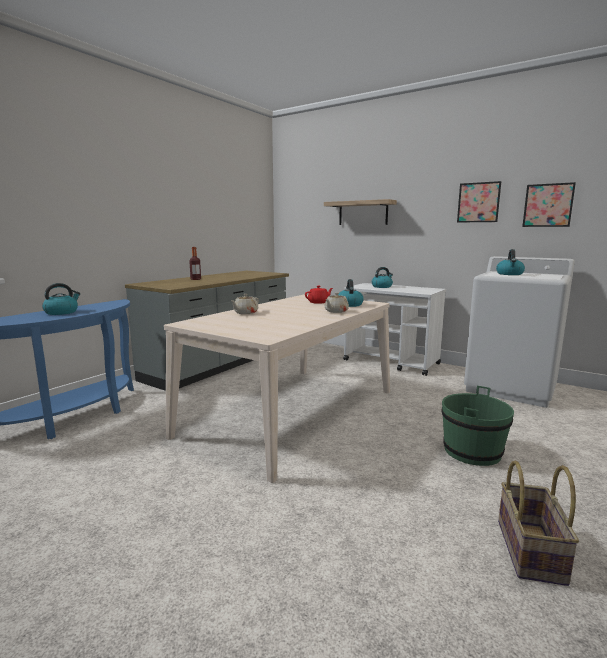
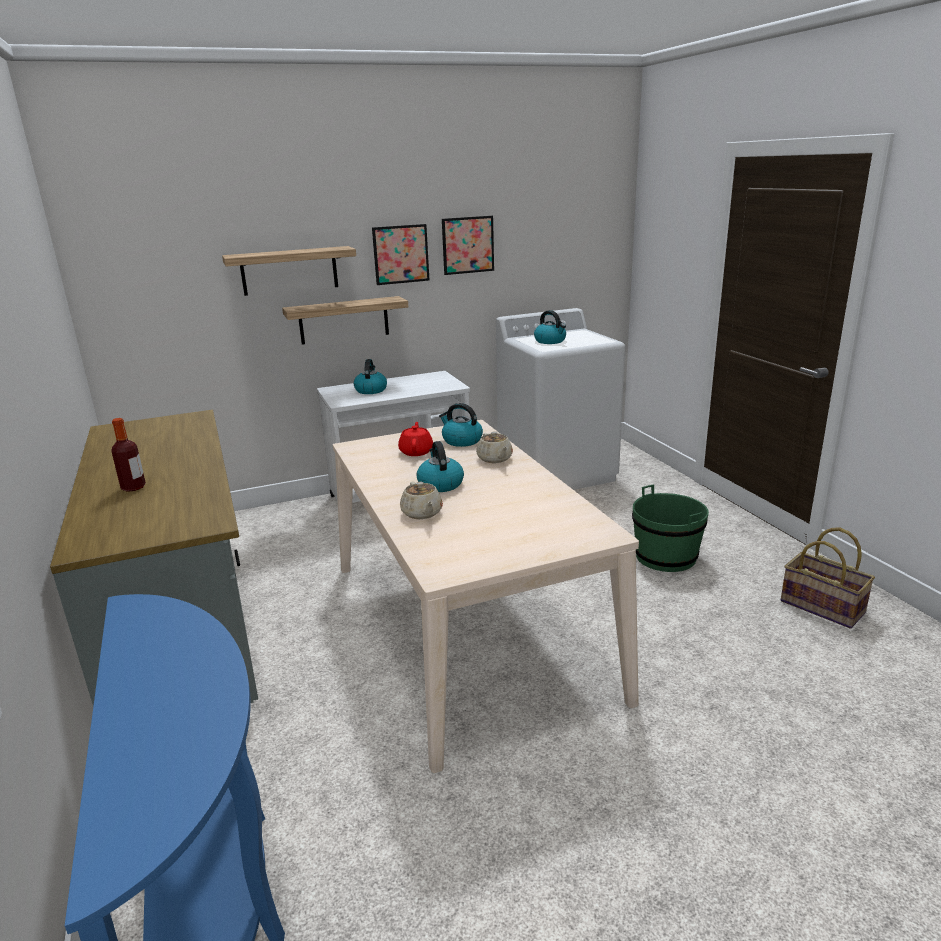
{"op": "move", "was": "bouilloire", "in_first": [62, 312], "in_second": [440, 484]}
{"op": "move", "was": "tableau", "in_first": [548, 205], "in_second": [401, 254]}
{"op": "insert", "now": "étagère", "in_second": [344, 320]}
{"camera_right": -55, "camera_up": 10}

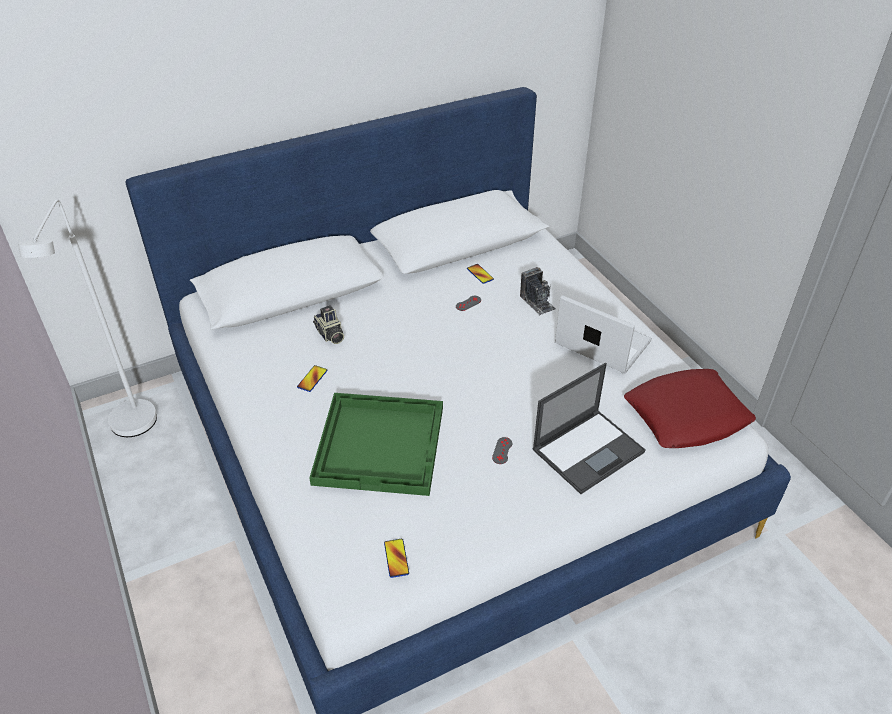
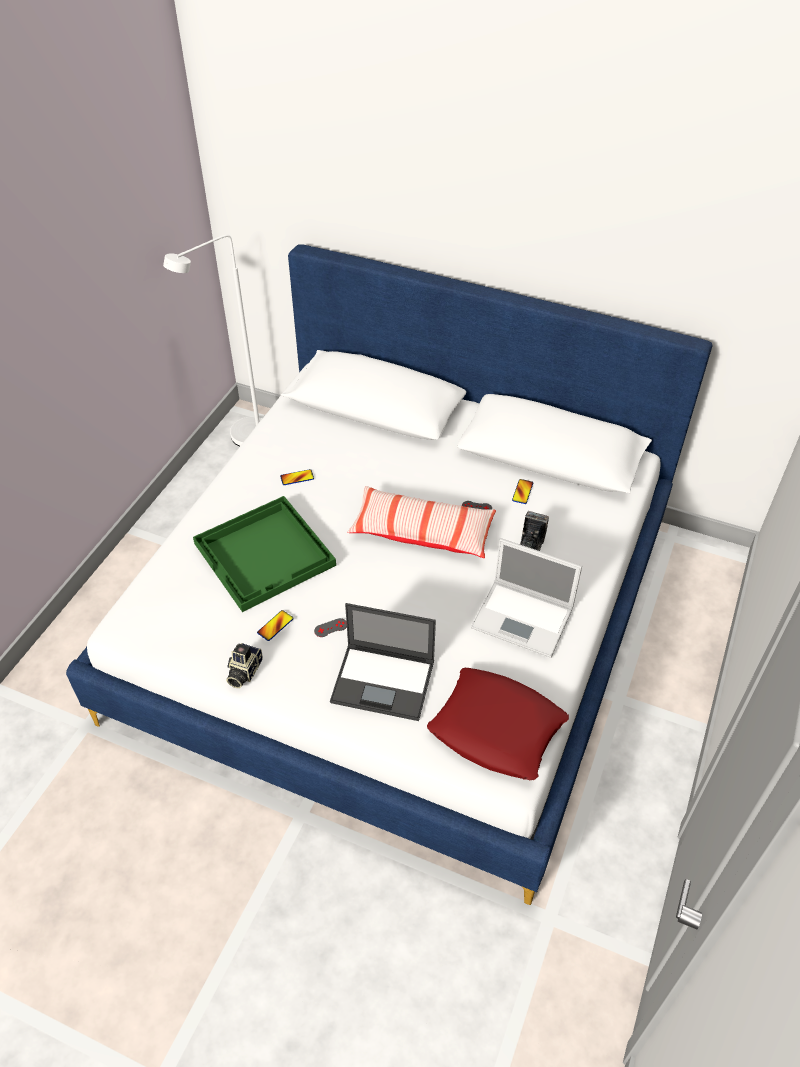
{"op": "move", "was": "appareil photo", "in_first": [330, 335], "in_second": [243, 672]}
{"op": "move", "was": "téléphone", "in_first": [396, 558], "in_second": [275, 626]}
{"op": "rotate", "was": "ordinateur portable", "in_first": [600, 342], "in_second": [524, 618], "clockwise": 120}
{"op": "insert", "now": "coussin", "in_second": [422, 532]}
{"camera_right": 50, "camera_up": 5}

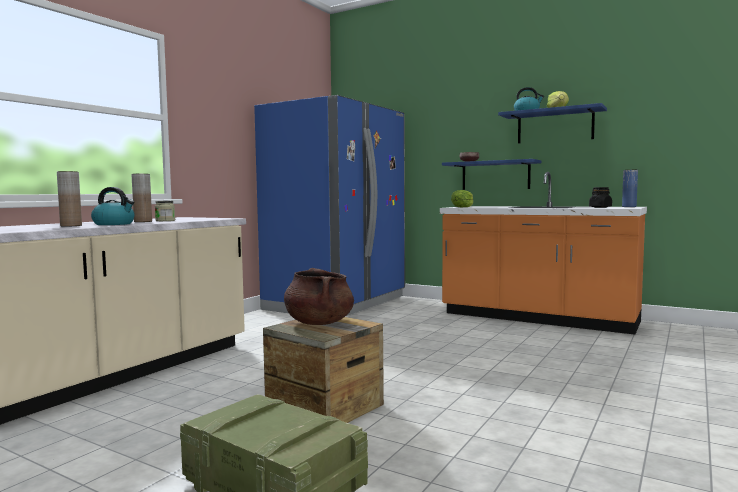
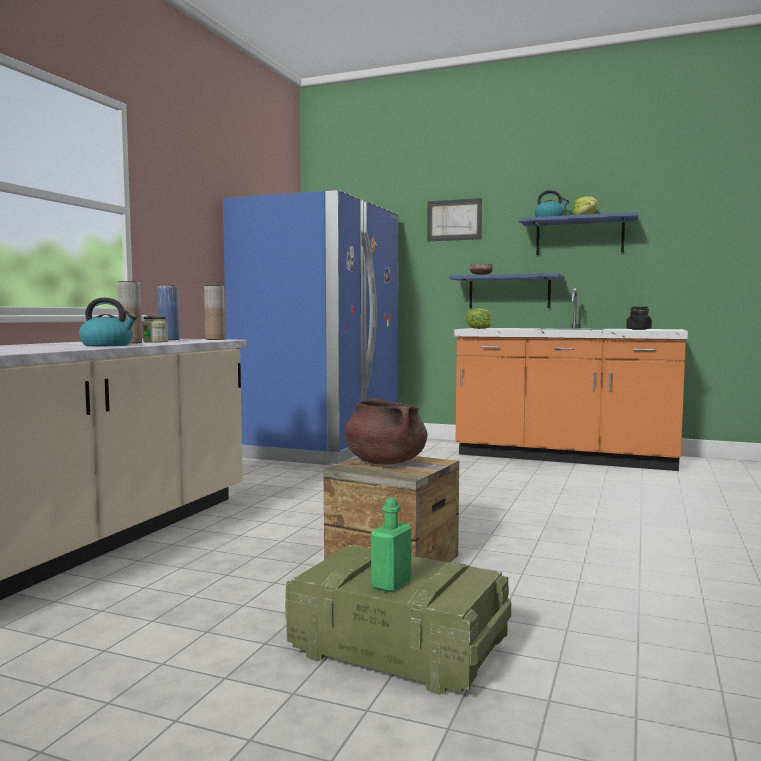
{"op": "move", "was": "vase [marron]", "in_first": [71, 226], "in_second": [215, 339]}
{"op": "move", "was": "vase [bleu]", "in_first": [629, 207], "in_second": [169, 340]}
{"op": "insert", "now": "bouteille [vert]", "in_second": [391, 584]}
{"op": "insert", "now": "tableau", "in_second": [454, 220]}
{"camera_right": -10, "camera_up": 0}

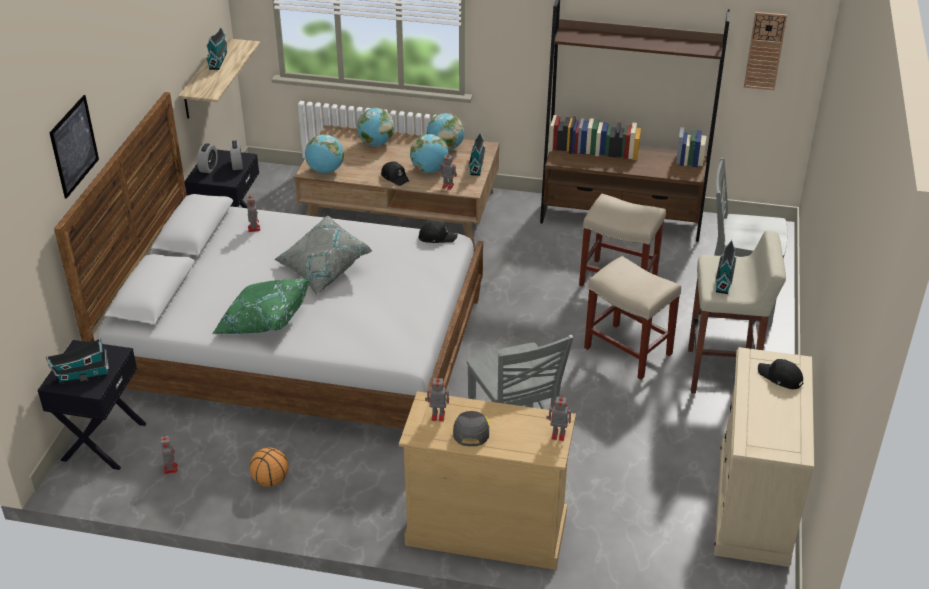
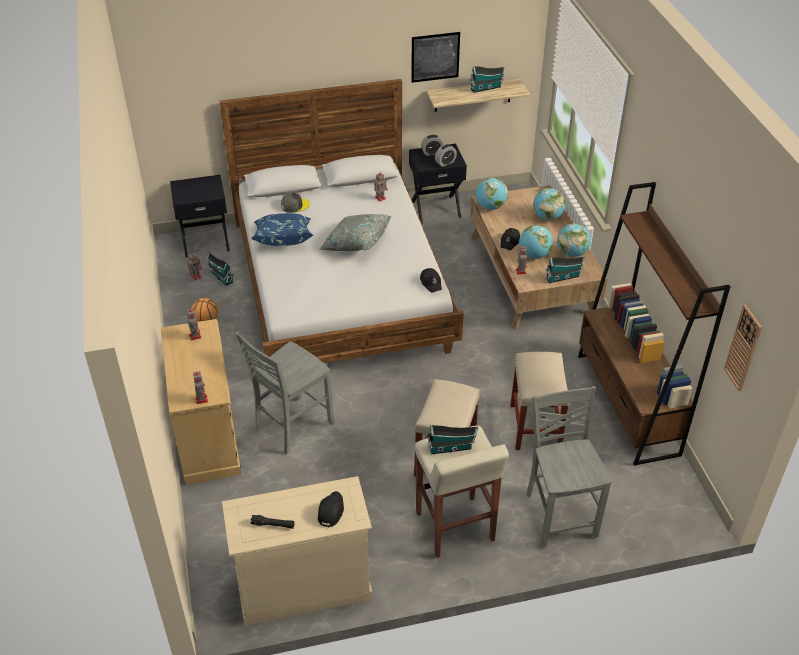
{"op": "move", "was": "maison miniature", "in_first": [81, 376], "in_second": [220, 276]}
{"op": "move", "was": "tableau", "in_first": [74, 146], "in_second": [435, 57]}
{"op": "recolor", "was": "coussin [vert]", "now": "coussin [bleu]", "in_first": [263, 321], "in_second": [283, 238]}
{"op": "move", "was": "casquette [gris]", "in_first": [471, 430], "in_second": [295, 205]}
{"op": "insert", "now": "lampe de poche [noir]", "in_second": [273, 525]}
{"camera_right": 65, "camera_up": 5}

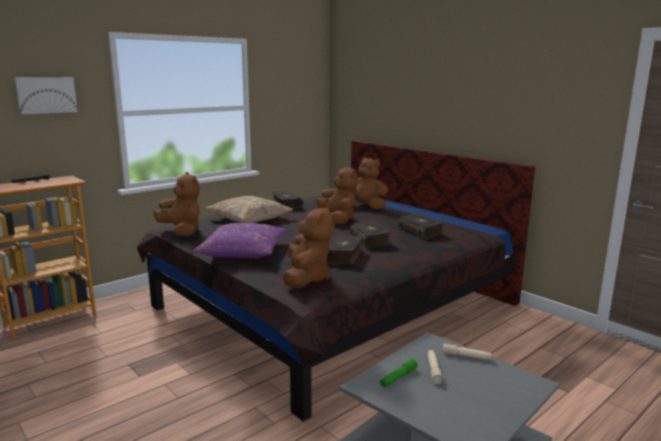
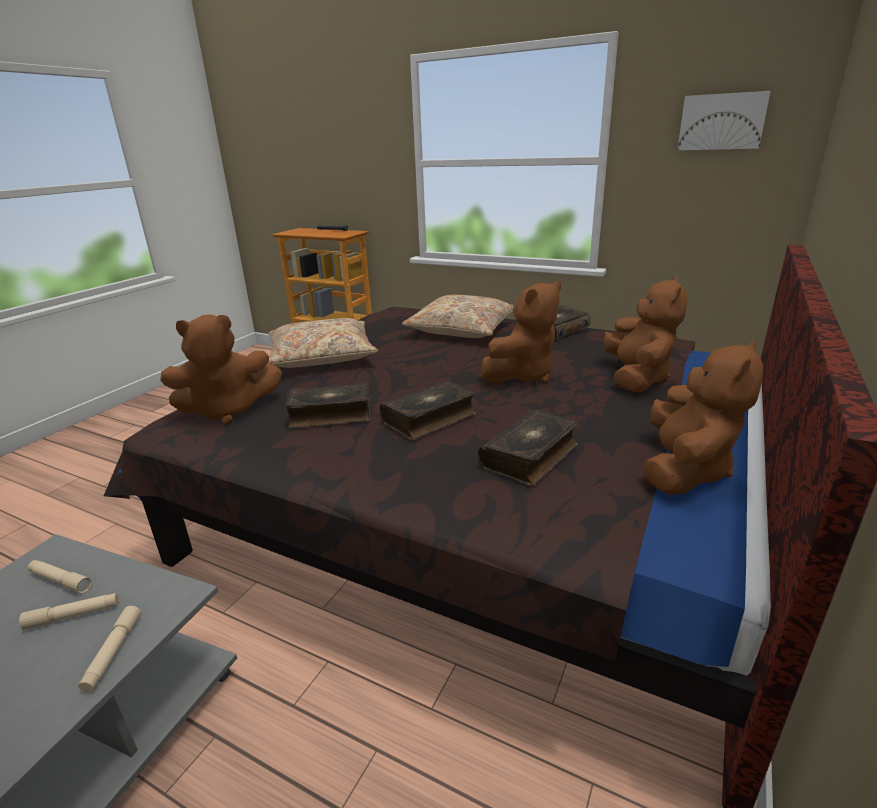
{"op": "move", "was": "tableau", "in_first": [46, 95], "in_second": [722, 122]}
{"op": "move", "was": "peluche [marron]", "in_first": [182, 231], "in_second": [684, 470]}
{"op": "recolor", "was": "coussin [violet]", "now": "coussin [beige]", "in_first": [242, 251], "in_second": [322, 356]}
{"op": "recolor", "was": "lampe de poche [vert]", "now": "lampe de poche [beige]", "in_first": [398, 377], "in_second": [60, 581]}
{"camera_right": 70, "camera_up": 10}

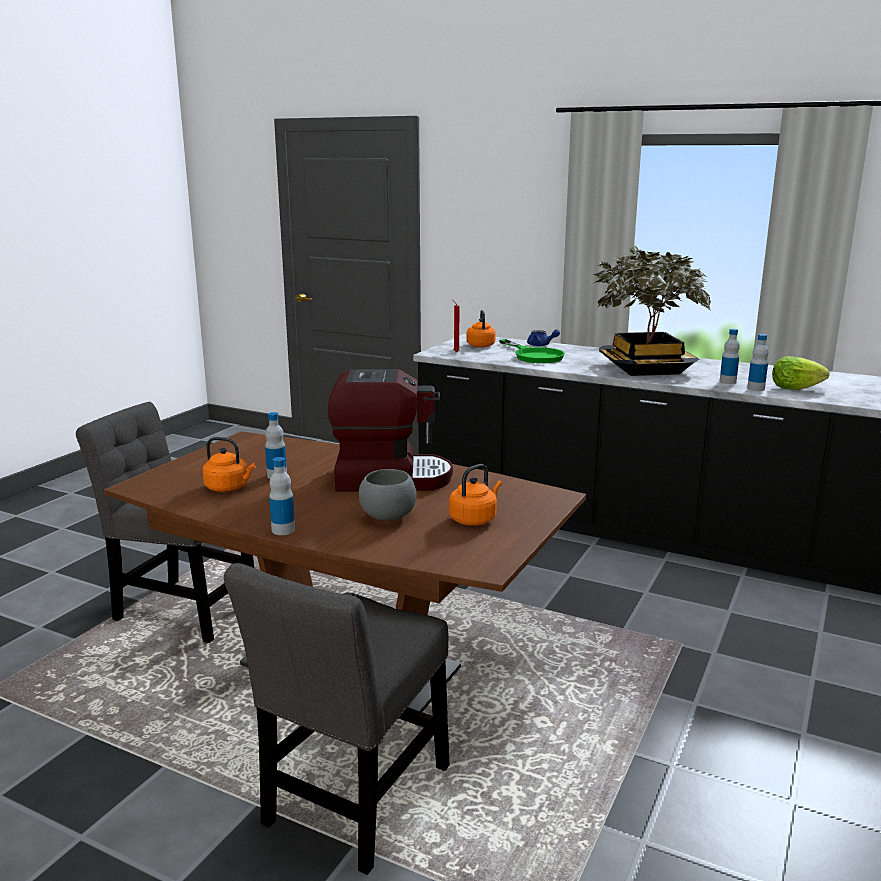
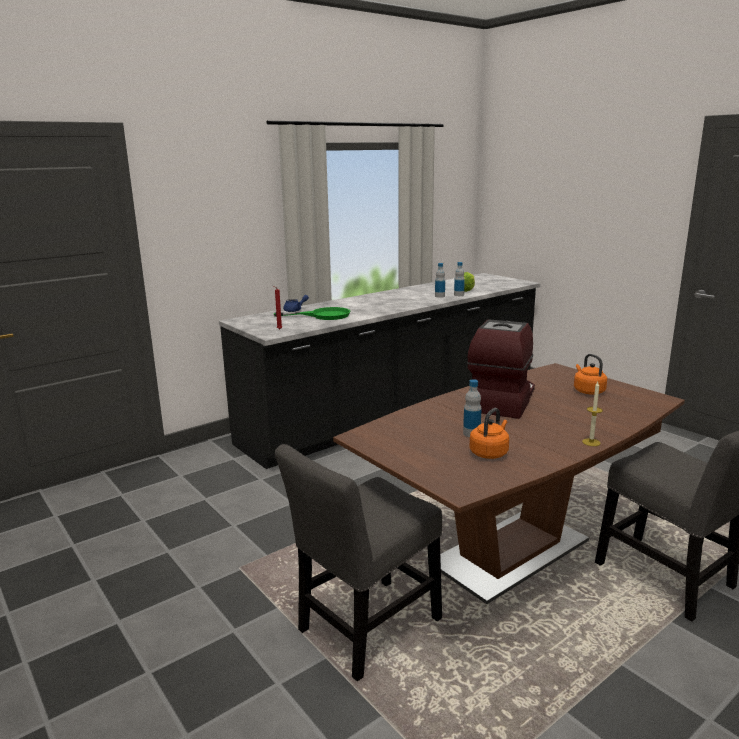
{"op": "replace", "was": "bouteille", "now": "bougie", "in_first": [283, 530], "in_second": [591, 442]}
{"op": "delete", "was": "bol [gris]", "in_first": [387, 517]}
{"op": "delete", "was": "bouilloire [orange]", "in_first": [480, 345]}
{"op": "delete", "was": "plante en pot", "in_first": [646, 369]}
{"camera_right": -65, "camera_up": 0}

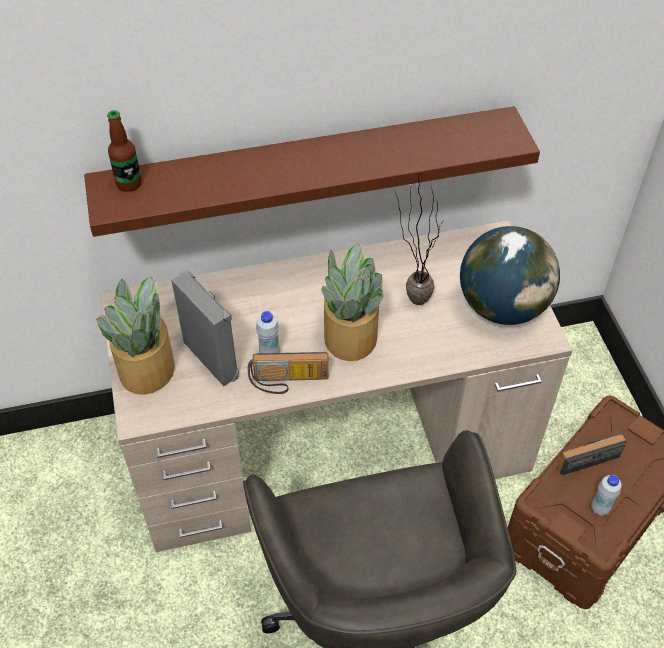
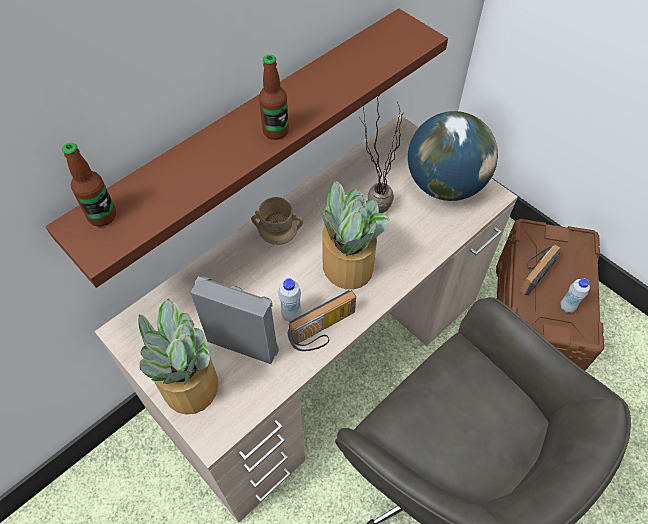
{"op": "insert", "now": "mug [beige]", "in_second": [278, 235]}
{"op": "insert", "now": "bouteille", "in_second": [275, 131]}
{"camera_right": -30, "camera_up": 5}

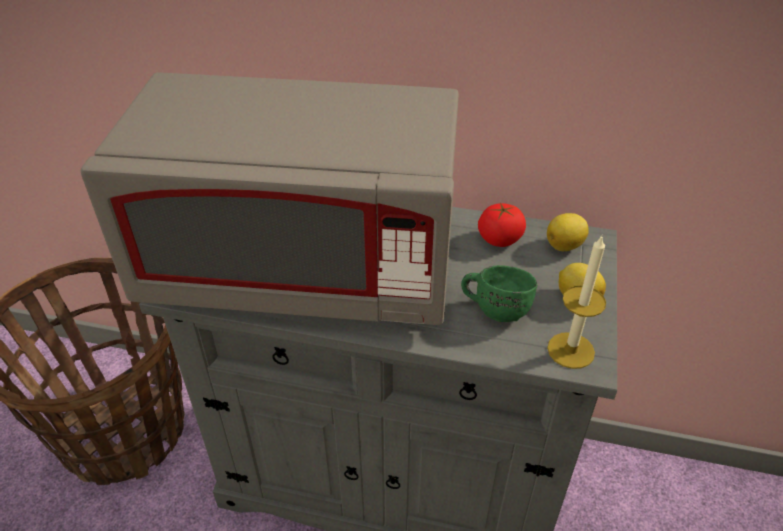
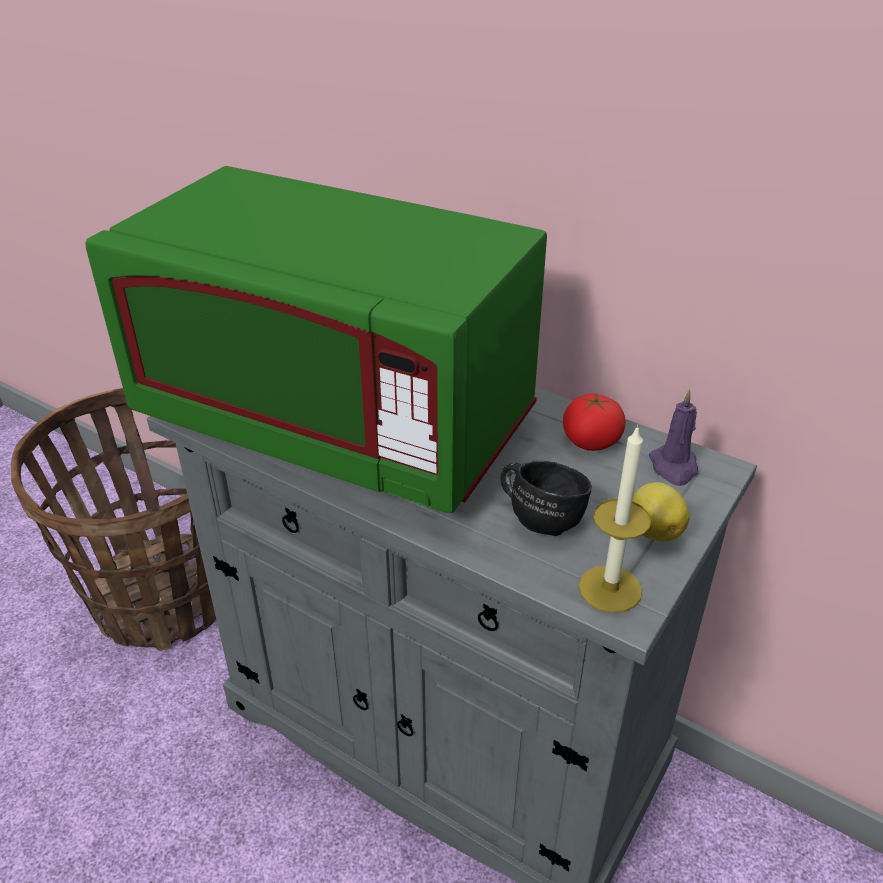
{"op": "recolor", "was": "micro-ondes [gris]", "now": "micro-ondes [vert]", "in_first": [303, 269], "in_second": [337, 422]}
{"op": "recolor", "was": "mug [vert]", "now": "mug [noir]", "in_first": [495, 307], "in_second": [540, 516]}
{"op": "replace", "was": "citron", "now": "bougie [violet]", "in_first": [565, 245], "in_second": [674, 467]}
{"camera_right": 20, "camera_up": -5}

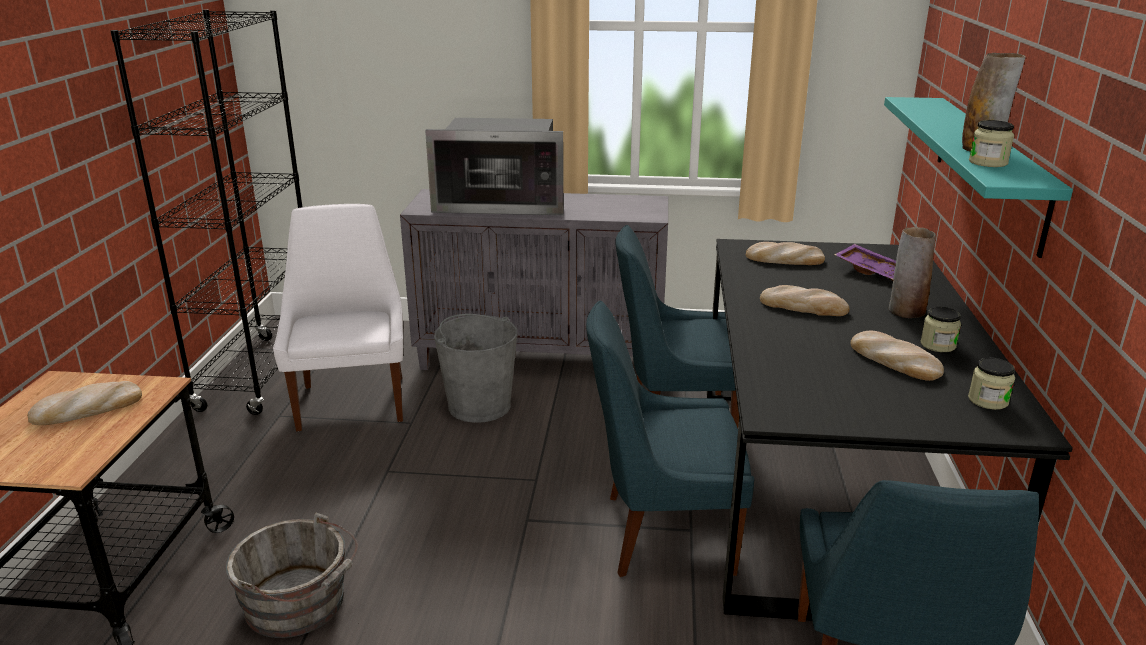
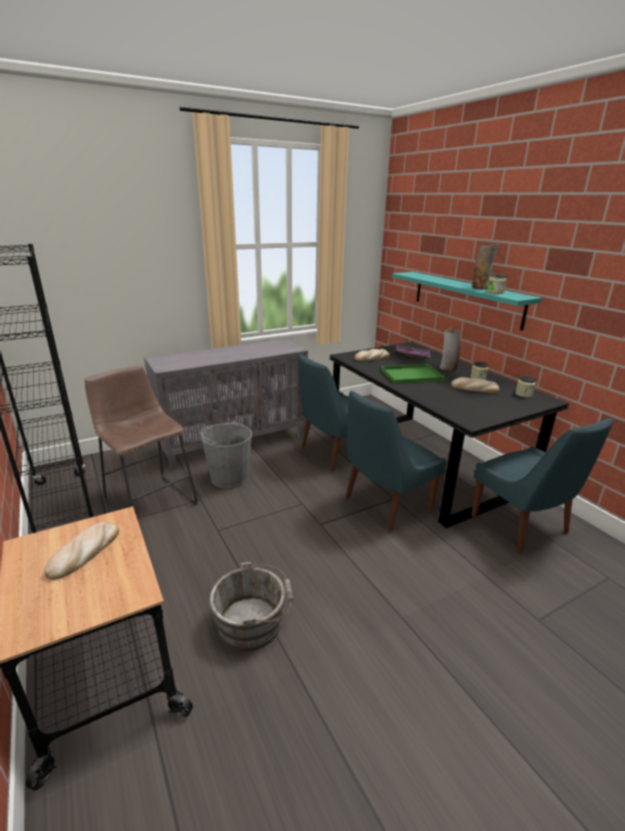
{"op": "replace", "was": "chaise [blanc]", "now": "tabouret [marron]", "in_first": [352, 401], "in_second": [149, 500]}
{"op": "delete", "was": "micro-ondes", "in_first": [502, 203]}
{"op": "replace", "was": "pain", "now": "plateau [vert]", "in_first": [803, 306], "in_second": [410, 375]}
{"camera_right": -35, "camera_up": 0}

